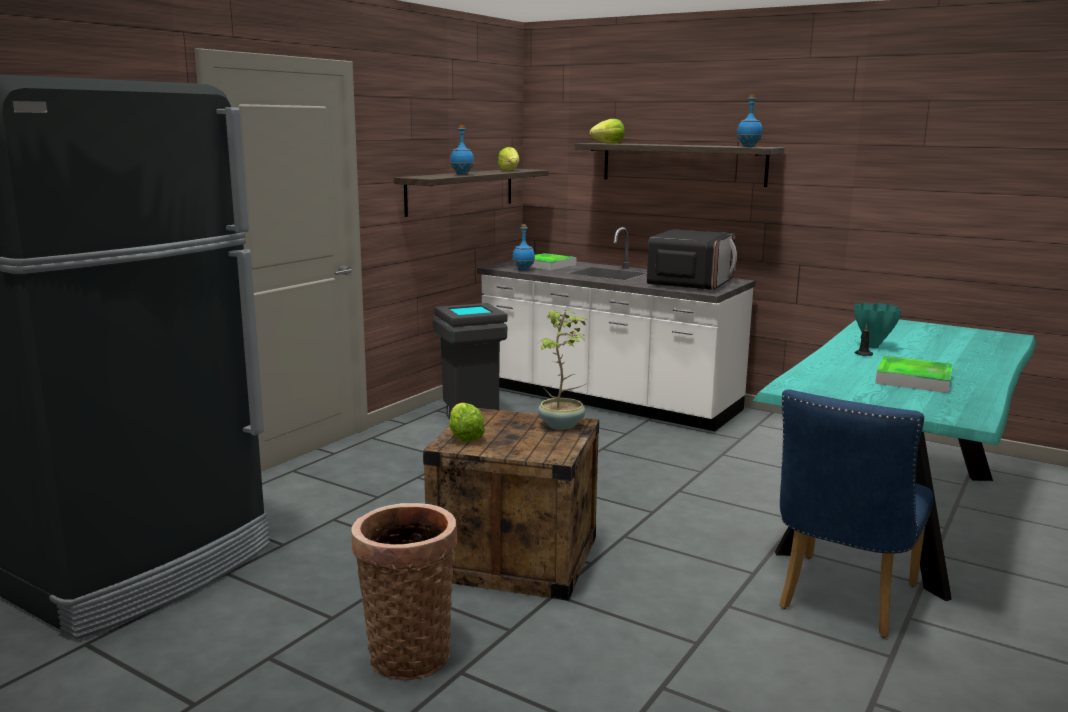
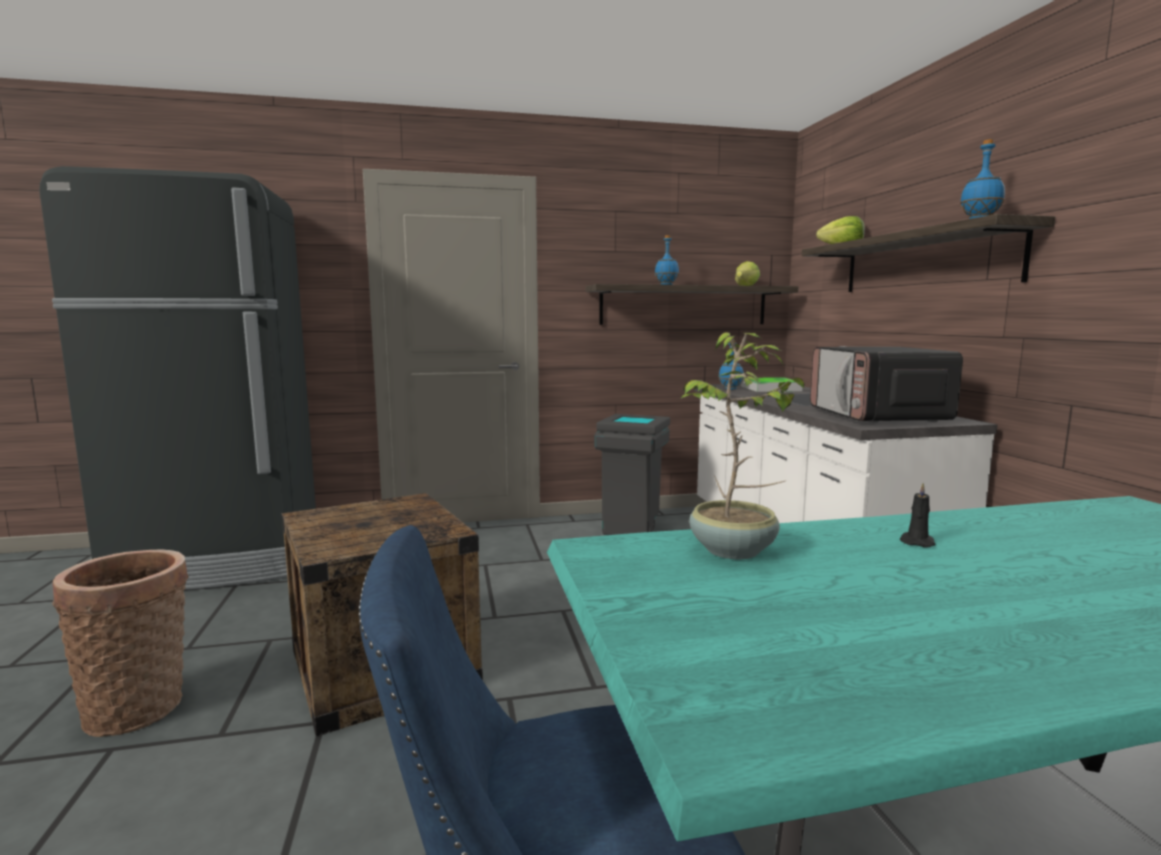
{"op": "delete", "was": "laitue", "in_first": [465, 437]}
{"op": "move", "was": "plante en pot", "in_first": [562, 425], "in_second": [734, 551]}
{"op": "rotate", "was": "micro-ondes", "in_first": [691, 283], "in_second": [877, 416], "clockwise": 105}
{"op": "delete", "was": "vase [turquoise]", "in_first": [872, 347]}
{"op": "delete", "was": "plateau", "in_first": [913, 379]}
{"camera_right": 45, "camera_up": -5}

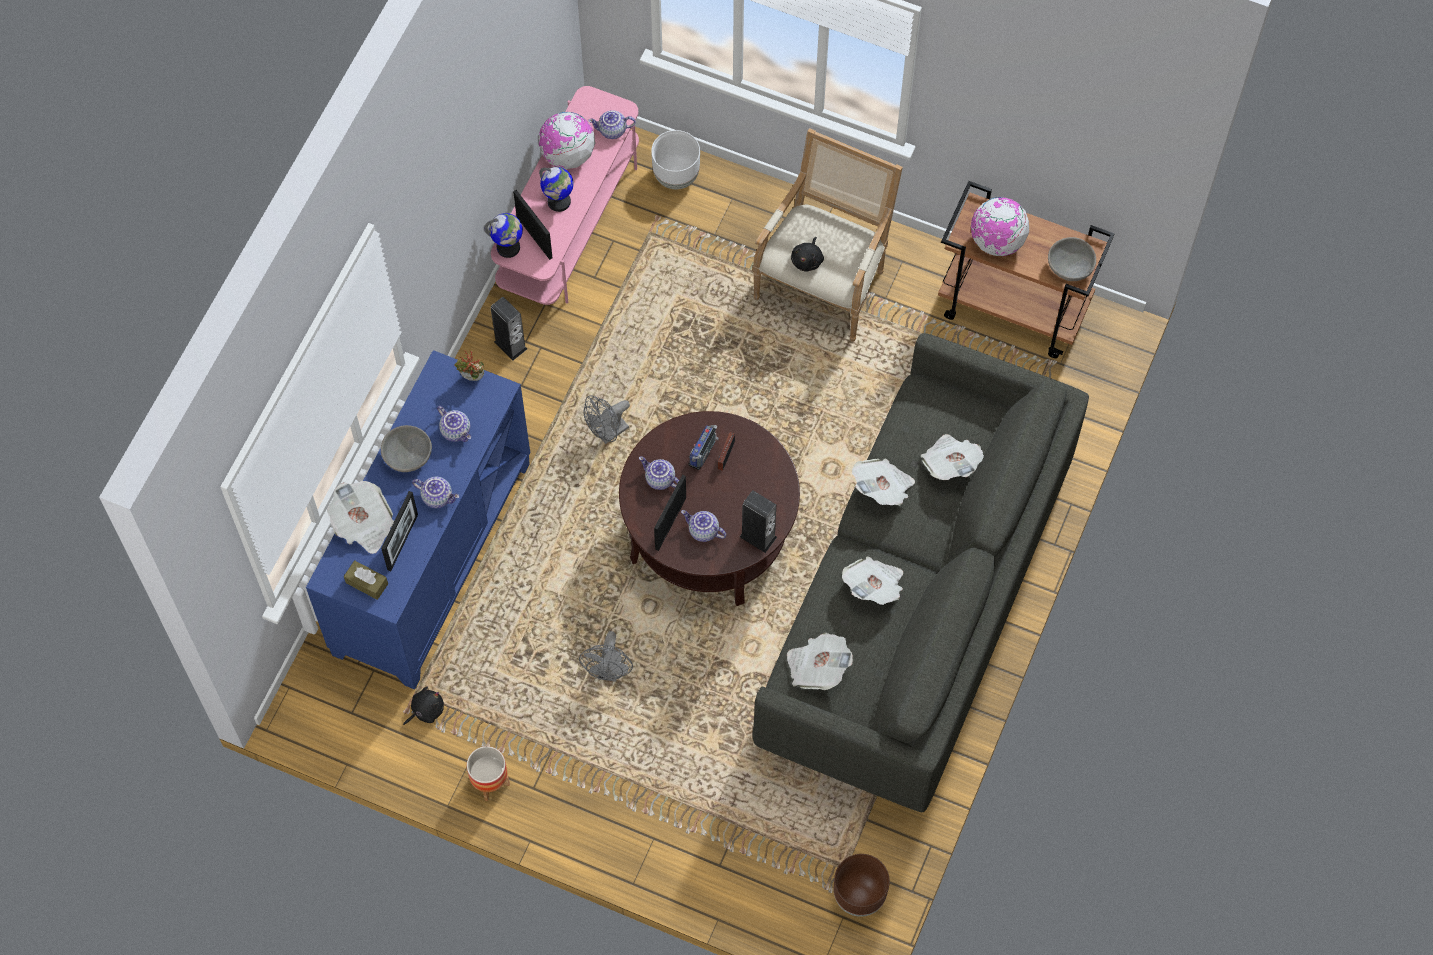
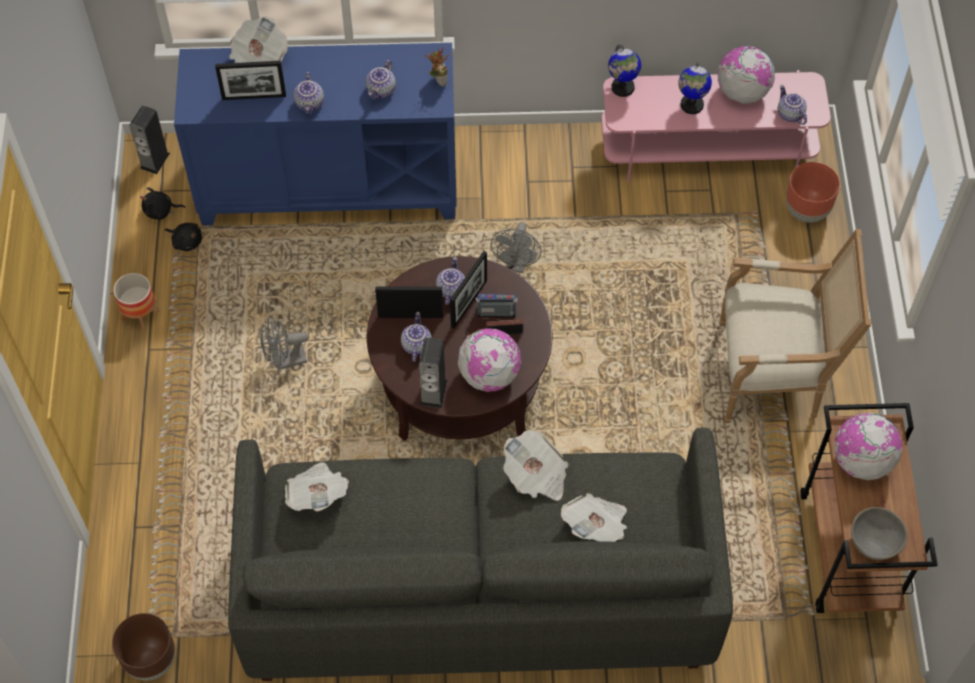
{"op": "delete", "was": "boîte à mouchoirs [marron]", "in_first": [367, 583]}
{"op": "delete", "was": "bol [gris]", "in_first": [408, 456]}
{"op": "move", "was": "enceinte", "in_first": [510, 345], "in_second": [155, 160]}
{"op": "move", "was": "cadre photo", "in_first": [534, 237], "in_second": [469, 303]}
{"op": "rotate", "was": "ventilateur [gris]", "in_first": [608, 433], "in_second": [517, 264], "clockwise": -105}
{"op": "recolor", "was": "cache-pot [blanc]", "now": "cache-pot [marron]", "in_first": [676, 176], "in_second": [807, 210]}
{"op": "move", "was": "peluche [noir]", "in_first": [807, 260], "in_second": [161, 211]}
{"op": "delete", "was": "journal", "in_first": [874, 587]}
{"op": "insert", "now": "globe", "in_second": [489, 375]}
{"camera_right": 65, "camera_up": -5}

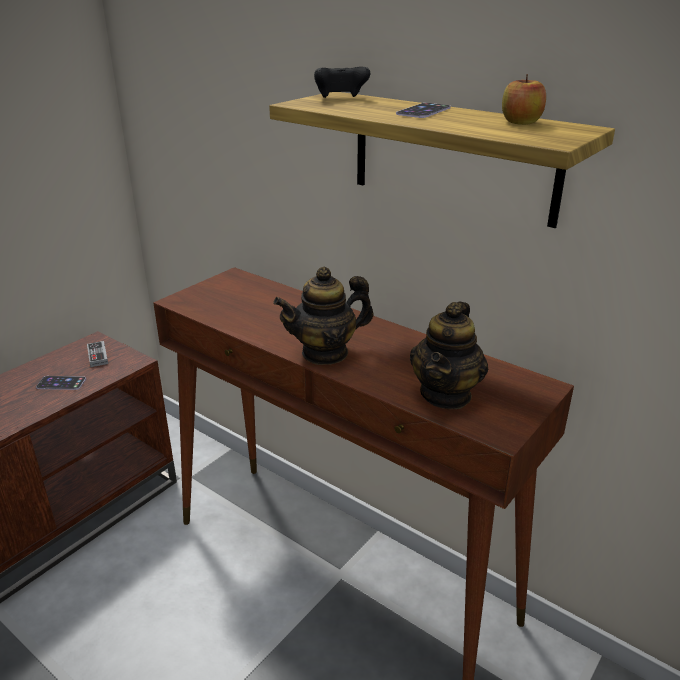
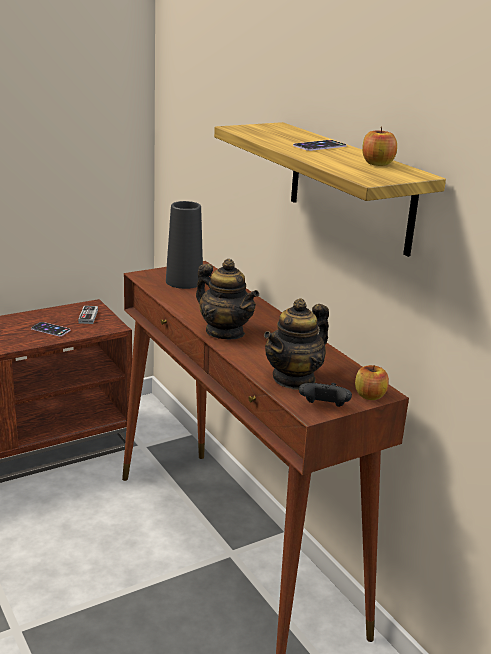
{"op": "rotate", "was": "théière", "in_first": [325, 353], "in_second": [225, 332], "clockwise": -135}
{"op": "move", "was": "manette [noir]", "in_first": [340, 98], "in_second": [324, 408]}
{"op": "insert", "now": "vase [noir]", "in_second": [184, 281]}
{"op": "insert", "now": "pomme", "in_second": [370, 396]}
{"camera_right": 20, "camera_up": -5}

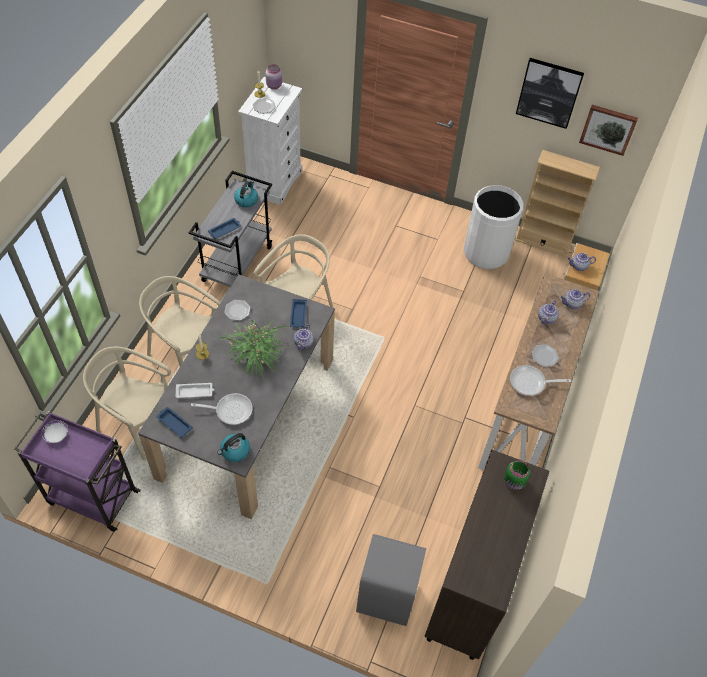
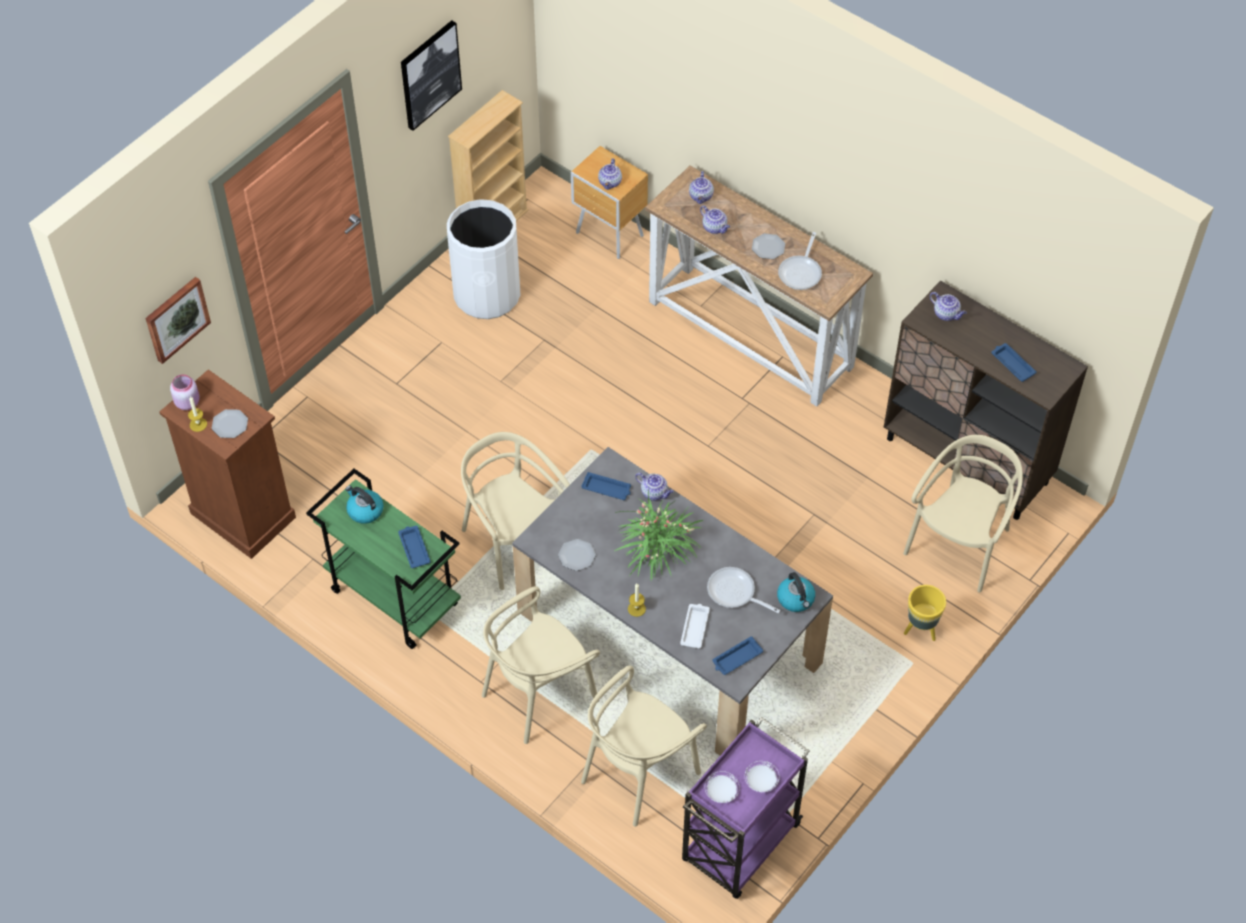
{"op": "recolor", "was": "chariot [gris]", "now": "chariot [vert]", "in_first": [237, 263], "in_second": [392, 597]}
{"op": "rotate", "was": "poêle", "in_first": [230, 410], "in_second": [734, 593], "clockwise": -75}
{"op": "recolor", "was": "commode [blanc]", "now": "commode [marron]", "in_first": [274, 181], "in_second": [242, 515]}
{"op": "replace", "was": "poubelle [gris]", "now": "chaise [beige]", "in_first": [386, 598], "in_second": [959, 545]}
{"op": "replace", "was": "bocal [vert]", "now": "théière", "in_first": [514, 482], "in_second": [946, 314]}
{"op": "move", "was": "tableau", "in_first": [608, 129], "in_second": [176, 318]}
{"op": "insert", "now": "assiette [blanc]", "in_second": [761, 781]}
{"op": "insert", "now": "cache-pot [jaune]", "in_second": [920, 630]}
{"op": "insert", "now": "plateau [bleu]", "in_second": [1012, 364]}
{"camera_right": -70, "camera_up": 0}

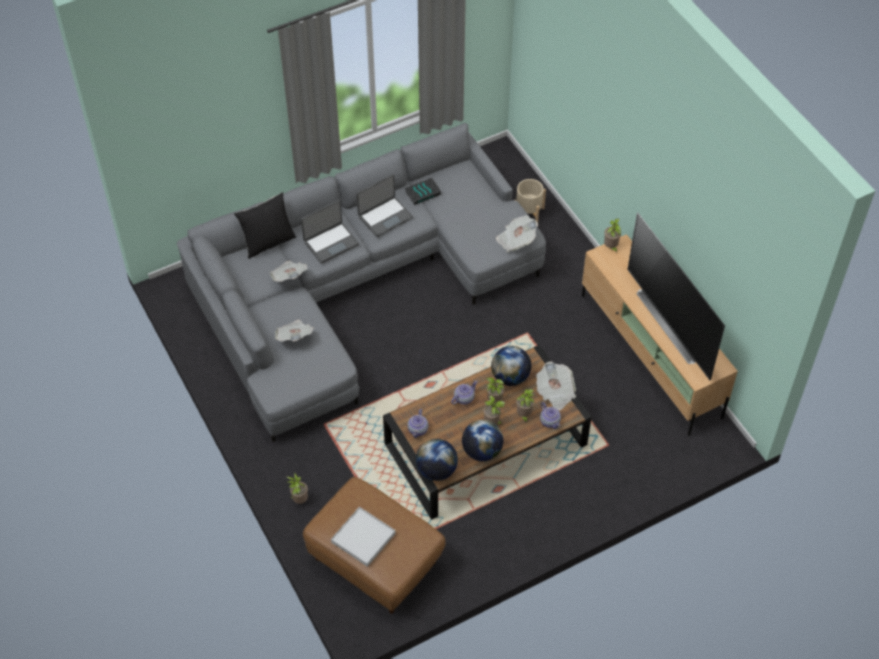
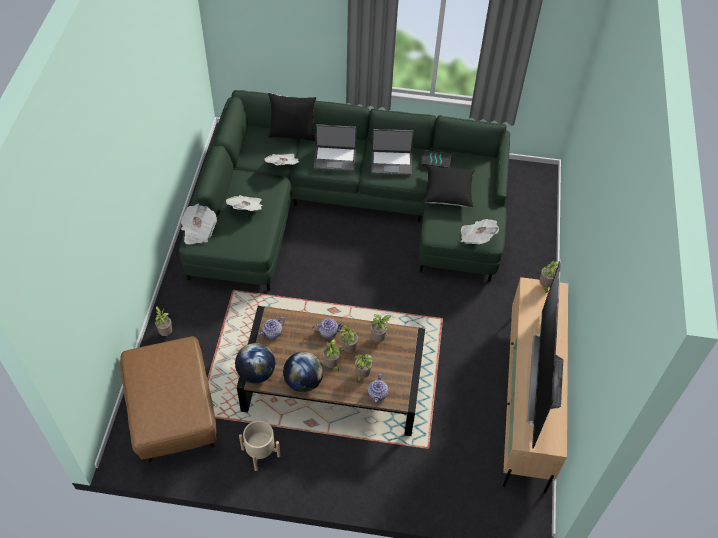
{"op": "recolor", "was": "canapé [gris]", "now": "canapé [vert]", "in_first": [355, 286], "in_second": [345, 207]}
{"op": "delete", "was": "plateau [blanc]", "in_first": [363, 538]}
{"op": "replace", "was": "globe", "now": "plante en pot", "in_first": [510, 377], "in_second": [379, 339]}
{"op": "move", "was": "cache-pot [beige]", "in_first": [528, 213], "in_second": [261, 452]}
{"op": "move", "was": "journal", "in_first": [555, 392], "in_second": [198, 231]}
{"op": "insert", "now": "coussin [noir]", "in_second": [448, 193]}
{"camera_right": 35, "camera_up": 0}

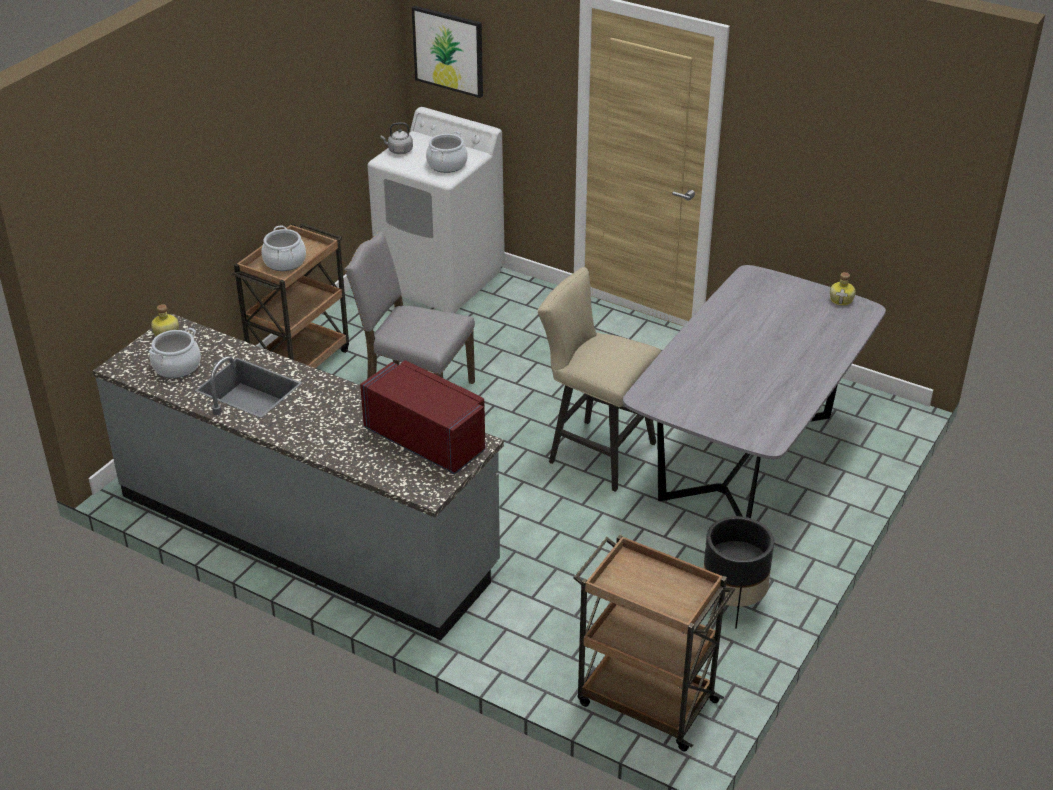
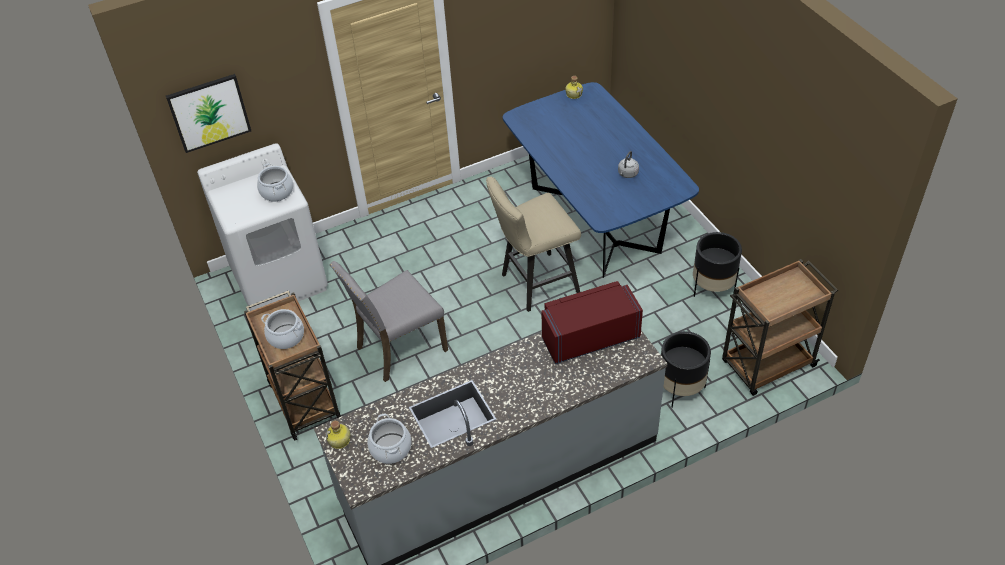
{"op": "move", "was": "bouilloire [gris]", "in_first": [399, 151], "in_second": [627, 174]}
{"op": "recolor", "was": "table à manger [gris]", "now": "table à manger [bleu]", "in_first": [747, 458], "in_second": [595, 220]}
{"op": "insert", "now": "cache-pot [noir]", "in_second": [680, 389]}
{"camera_right": -55, "camera_up": 10}

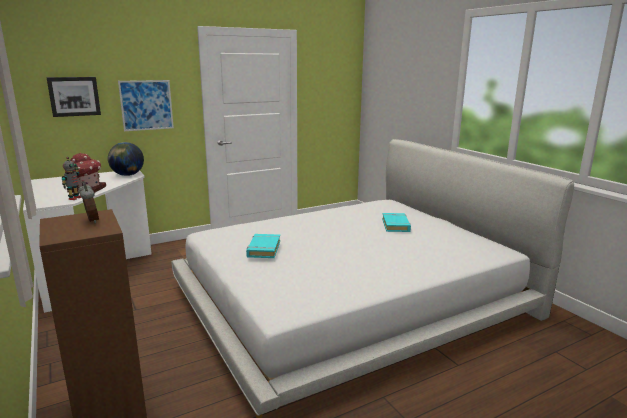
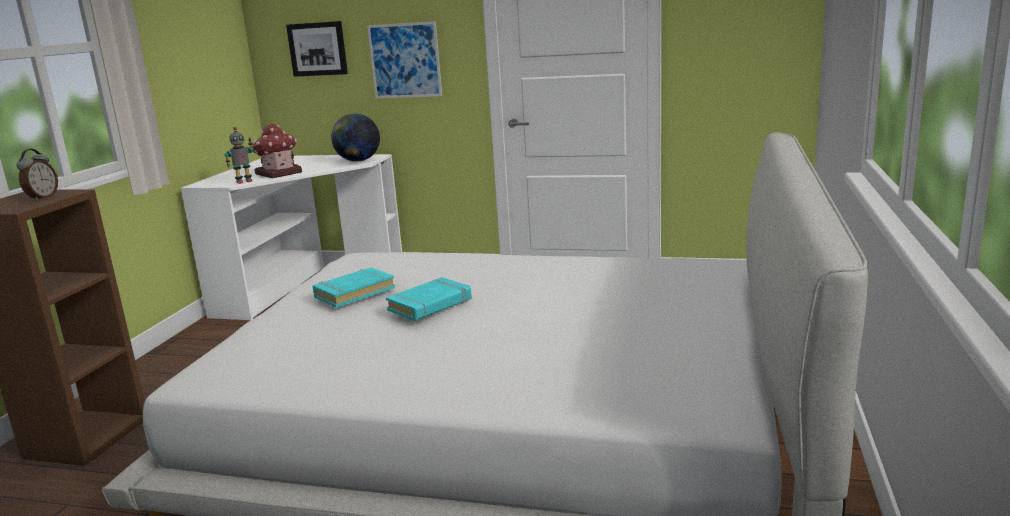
{"op": "move", "was": "livre [turquoise]", "in_first": [396, 225], "in_second": [430, 305]}
{"camera_right": 45, "camera_up": 0}

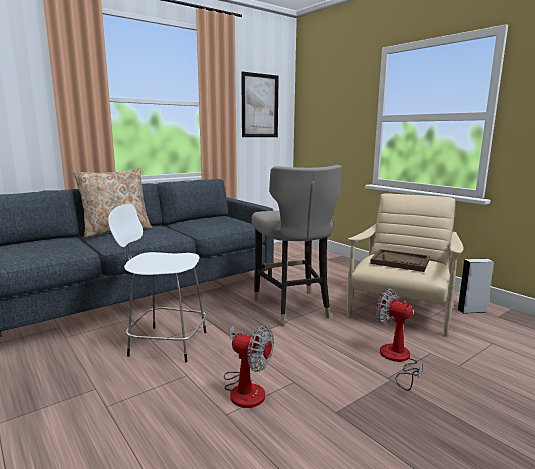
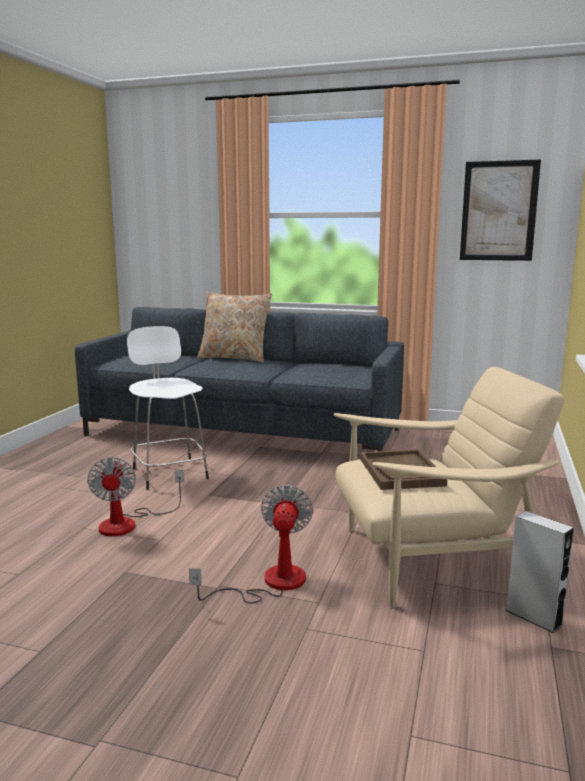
{"op": "delete", "was": "tabouret [gris]", "in_first": [293, 308]}
{"camera_right": 55, "camera_up": 0}

